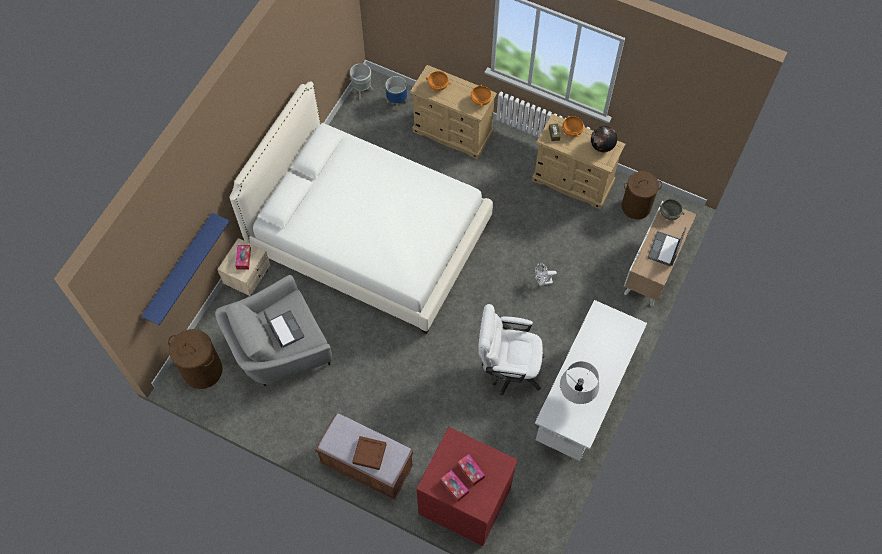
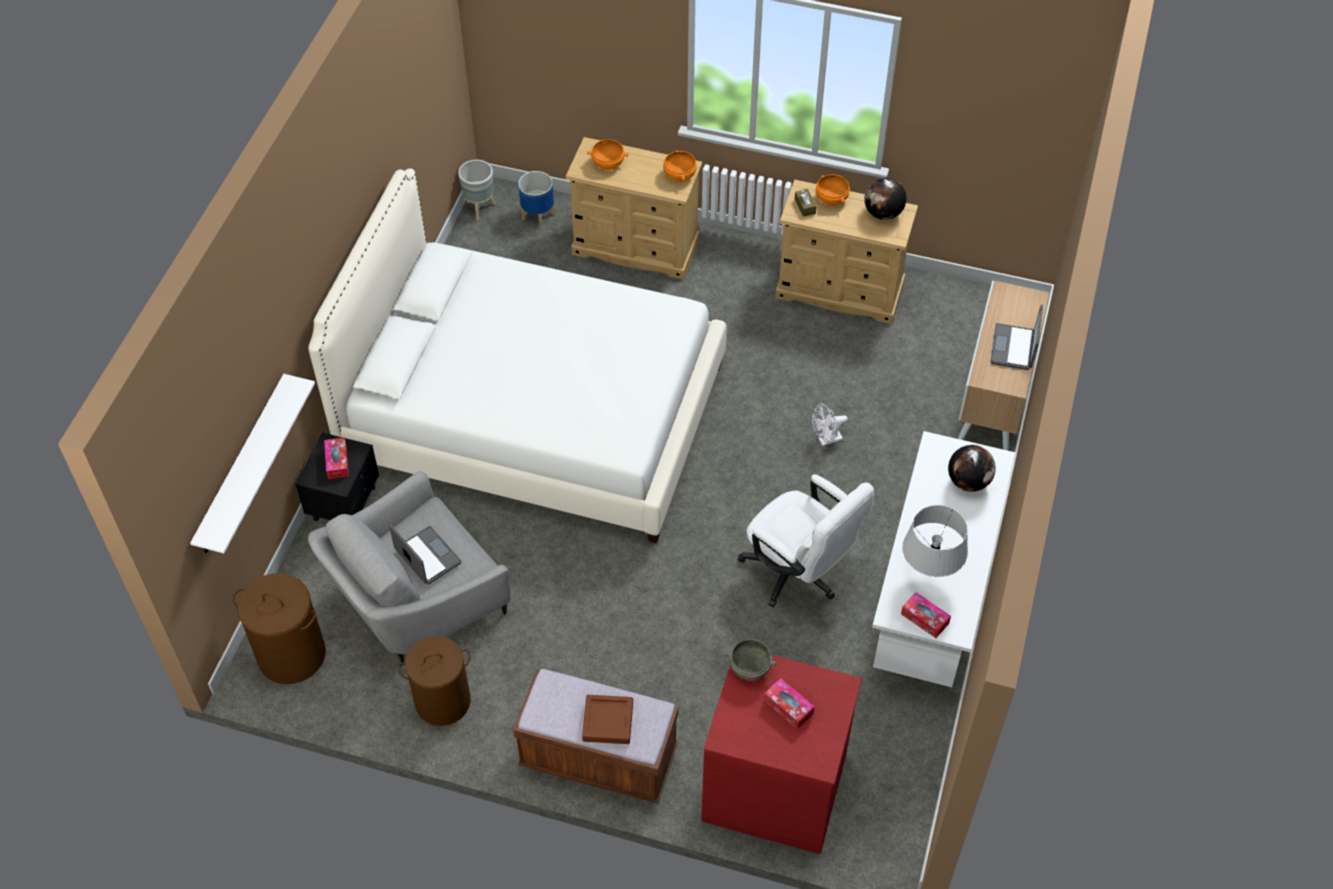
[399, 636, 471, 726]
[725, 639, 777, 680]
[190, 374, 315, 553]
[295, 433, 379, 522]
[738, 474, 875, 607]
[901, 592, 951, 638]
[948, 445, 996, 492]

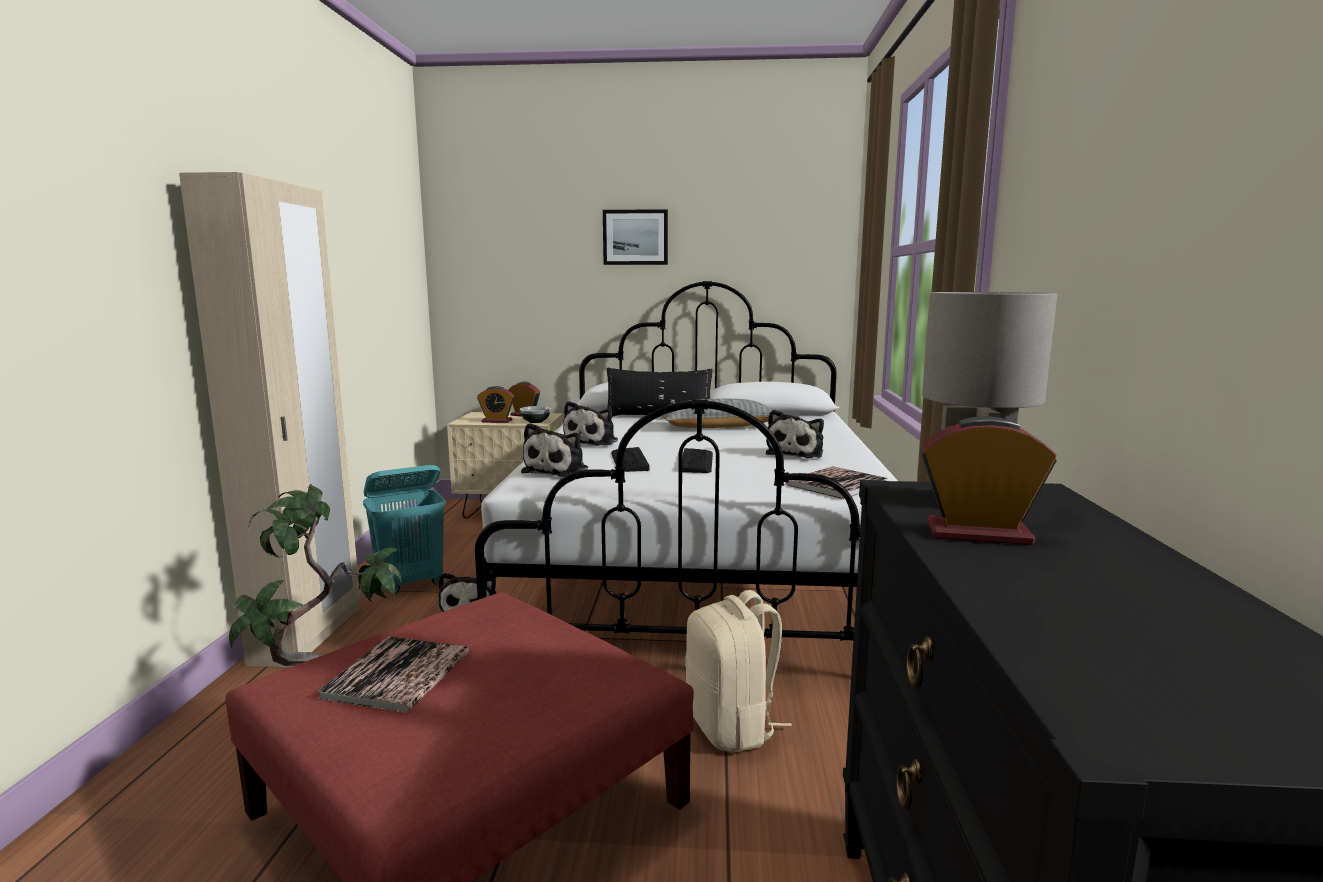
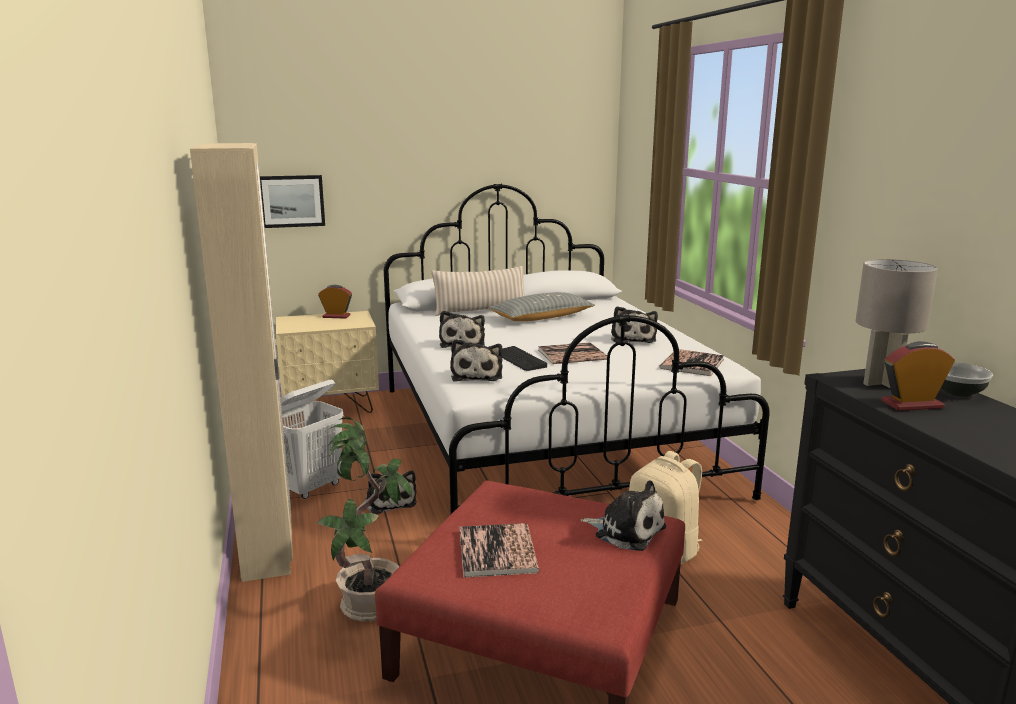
[260, 175, 325, 228]
[431, 266, 524, 316]
[477, 386, 514, 423] (first image)
[941, 362, 993, 397]
[538, 342, 607, 364]
[281, 380, 343, 499]
[581, 481, 666, 551]

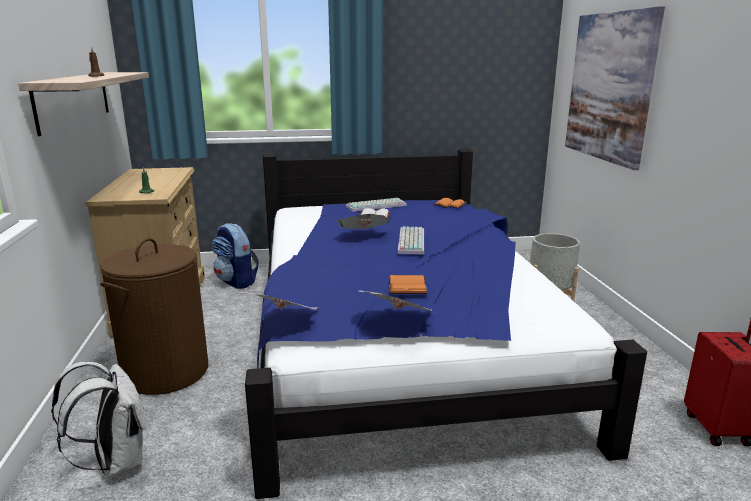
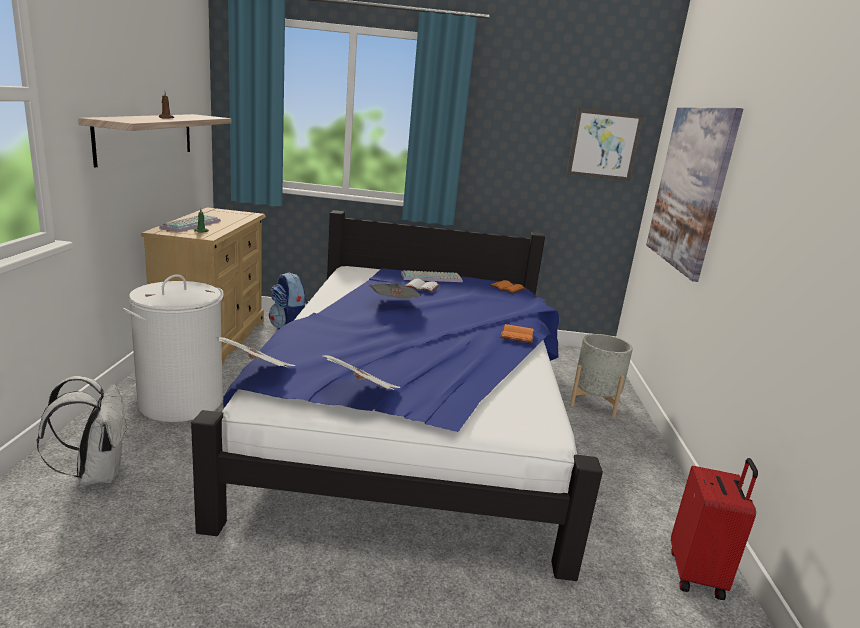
[159, 215, 221, 232]
[123, 274, 224, 422]
[500, 324, 534, 343]
[567, 108, 644, 181]

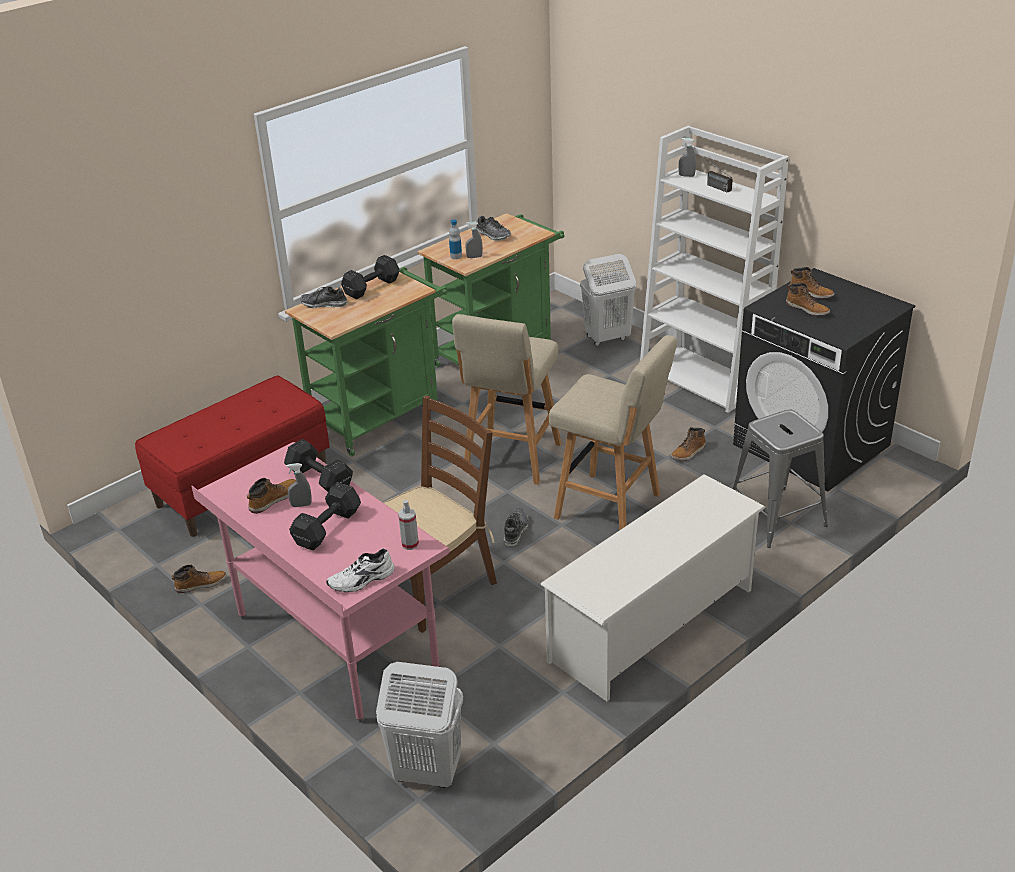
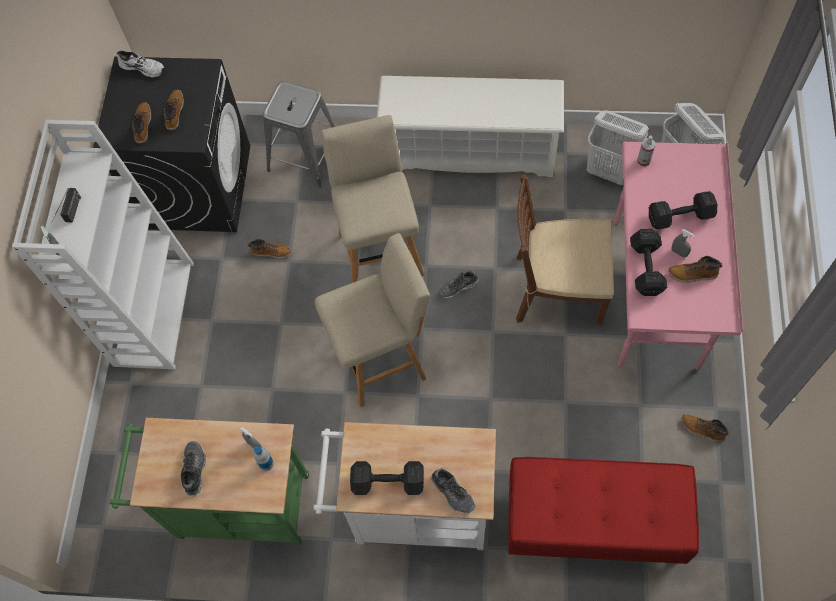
[587, 110, 649, 185]
[313, 422, 496, 551]
[117, 50, 164, 78]

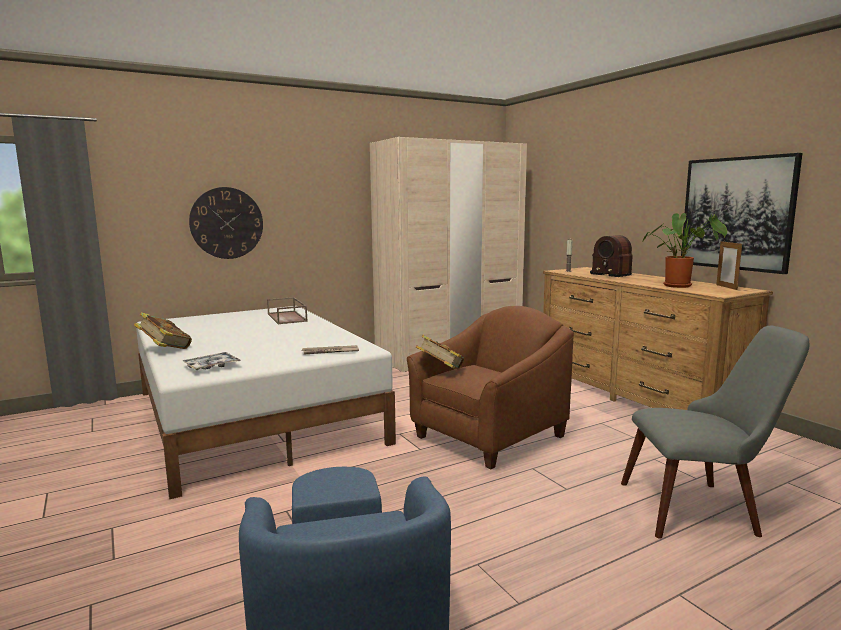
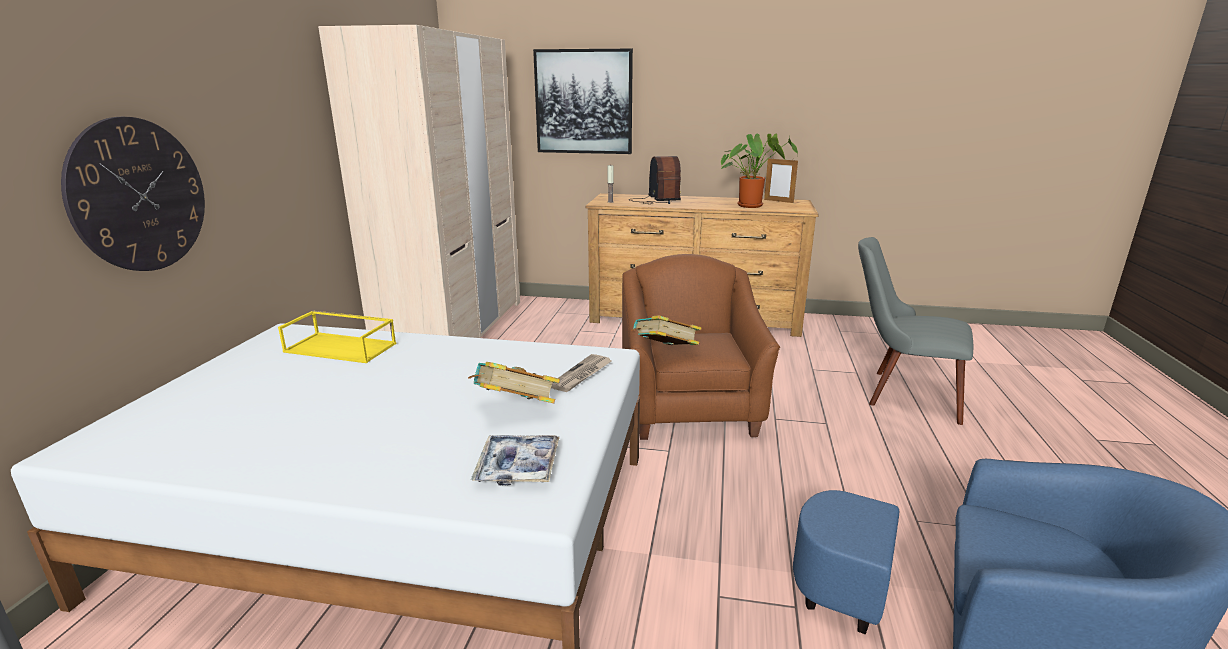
[533, 49, 633, 154]
[630, 156, 681, 204]
[278, 310, 396, 363]
[468, 362, 560, 403]
[858, 237, 973, 425]

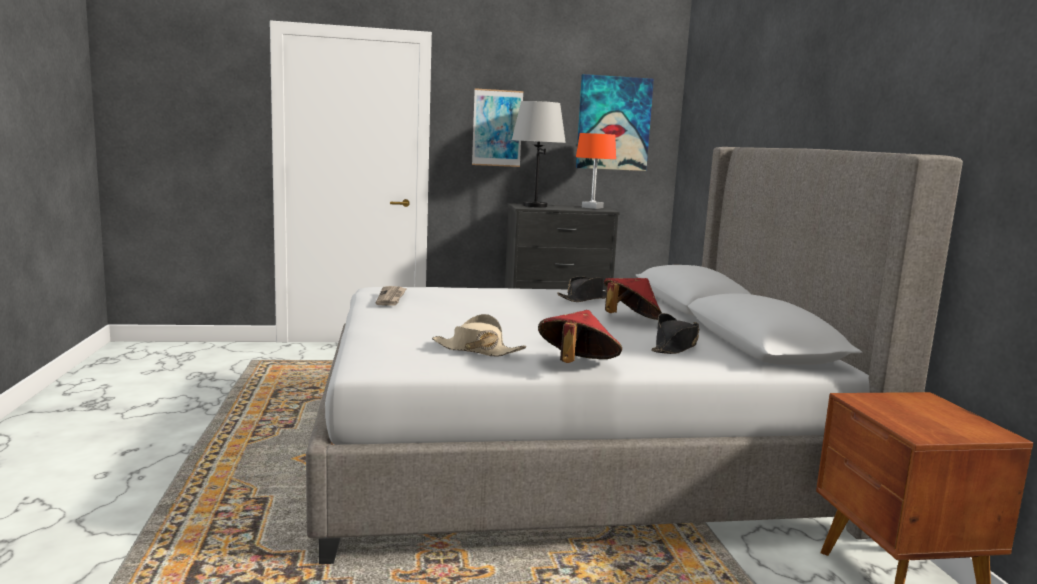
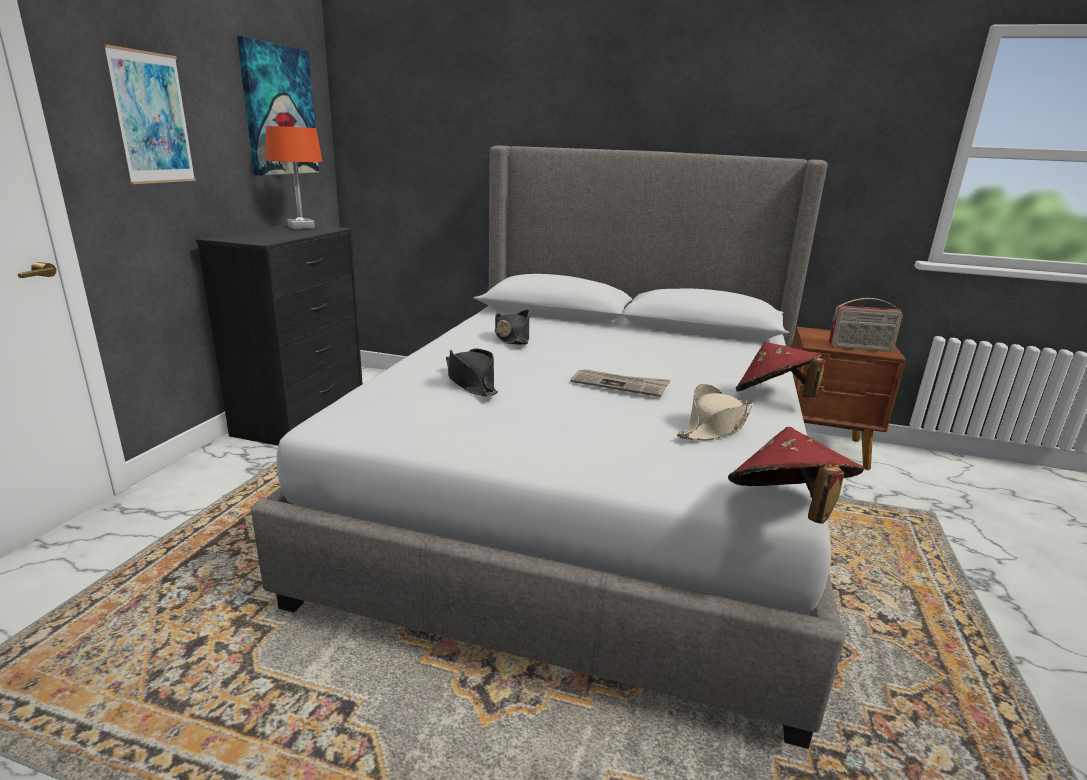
[512, 101, 566, 207] (first image)
[728, 427, 864, 524]
[571, 369, 671, 397]
[446, 349, 498, 396]
[829, 298, 903, 352]

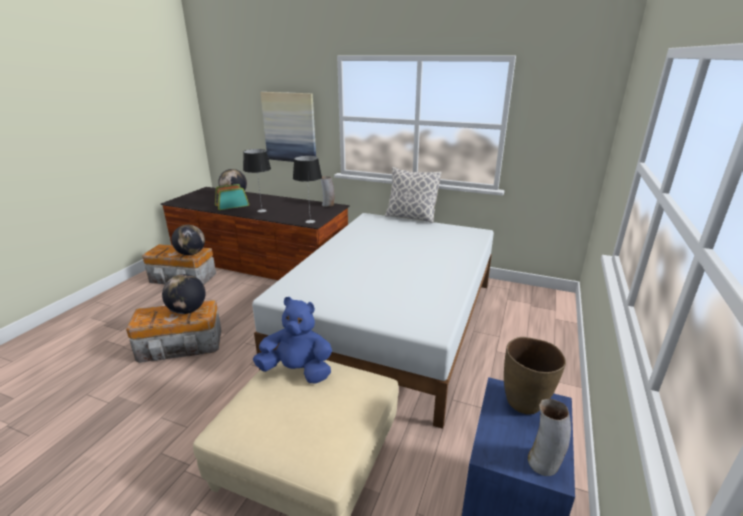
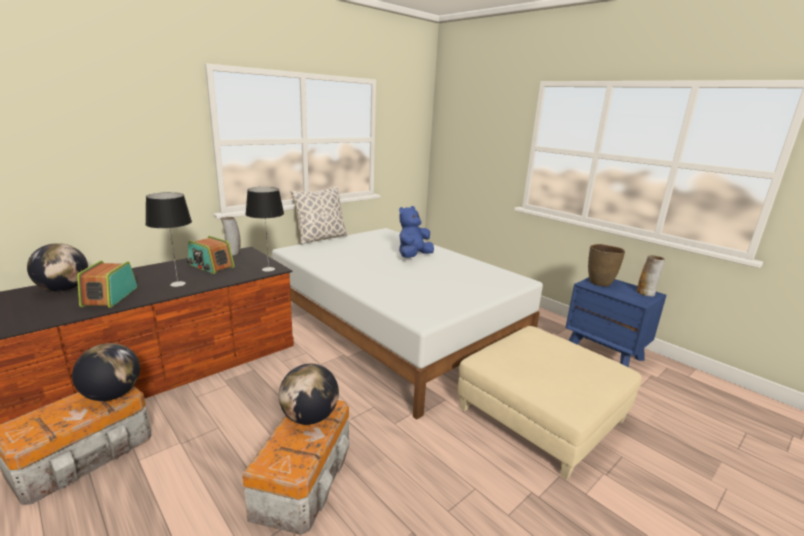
[260, 92, 316, 162] (first image)
[399, 206, 434, 258]
[187, 236, 235, 274]

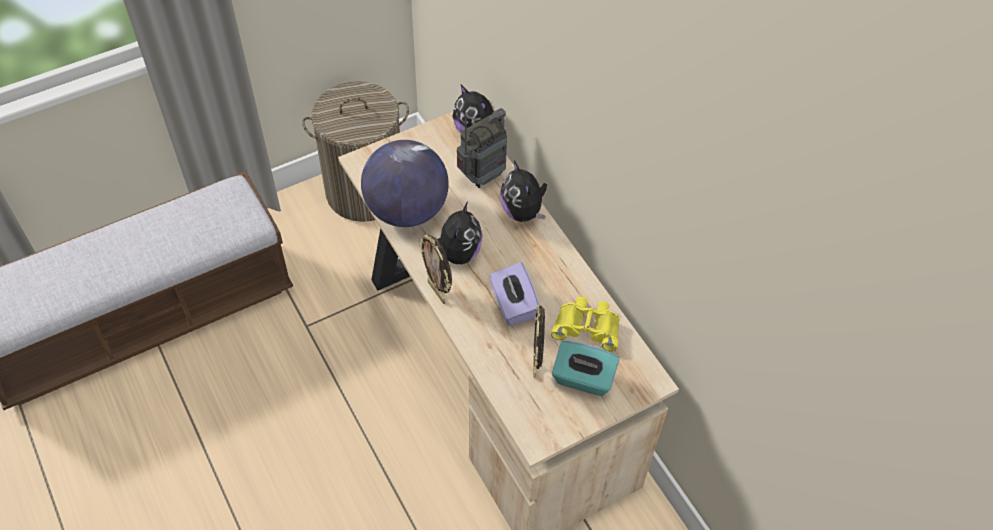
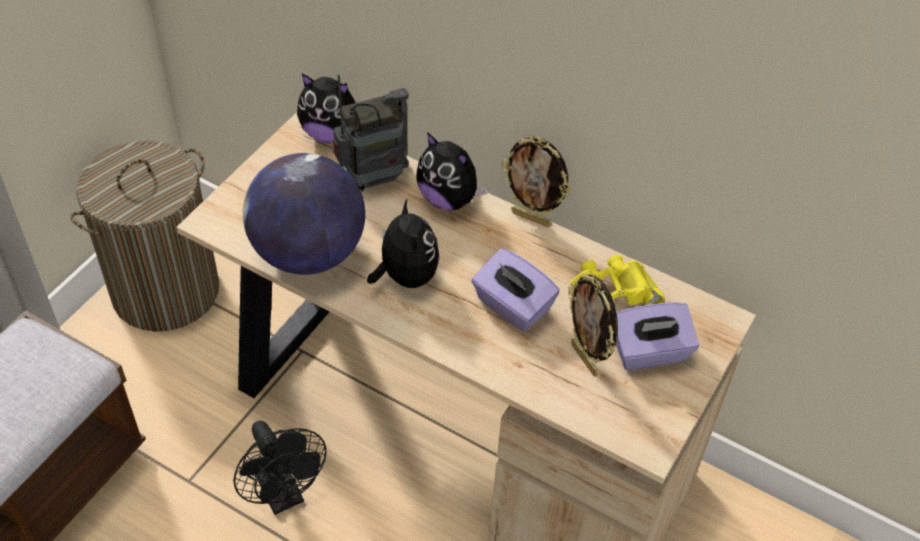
[333, 75, 409, 191]
[501, 136, 571, 227]
[616, 302, 699, 370]
[233, 421, 326, 515]

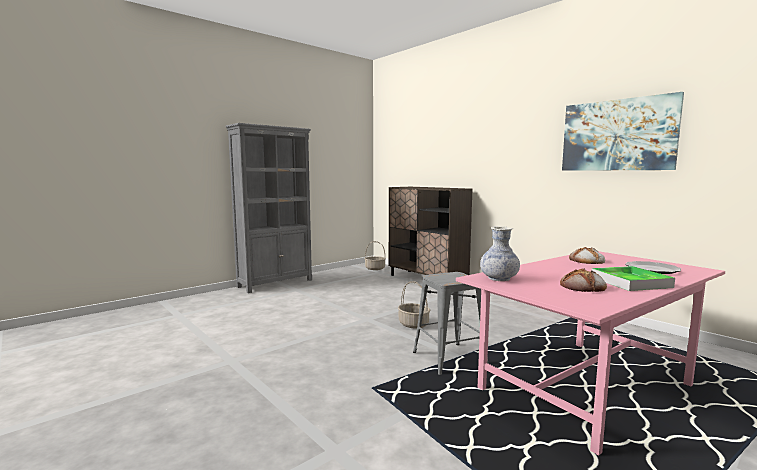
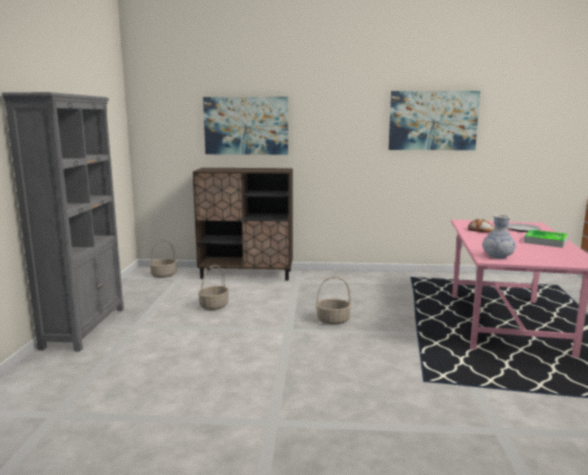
[560, 268, 607, 292] (first image)
[413, 272, 488, 375] (first image)
[203, 97, 288, 155]
[198, 265, 229, 310]

